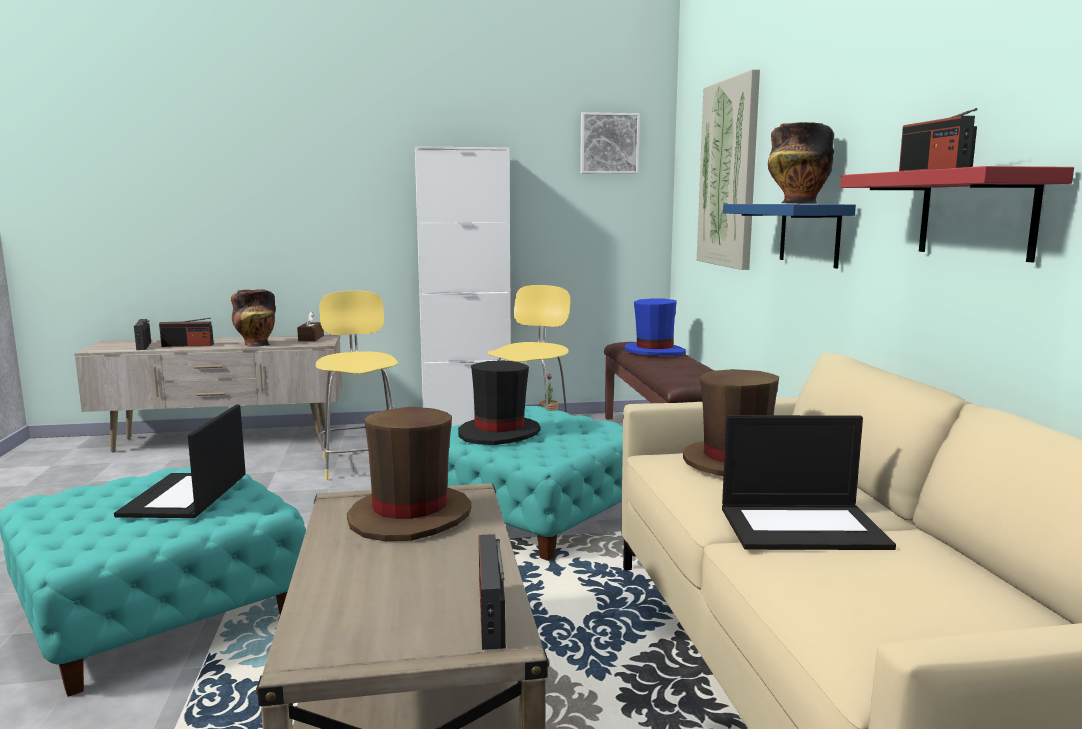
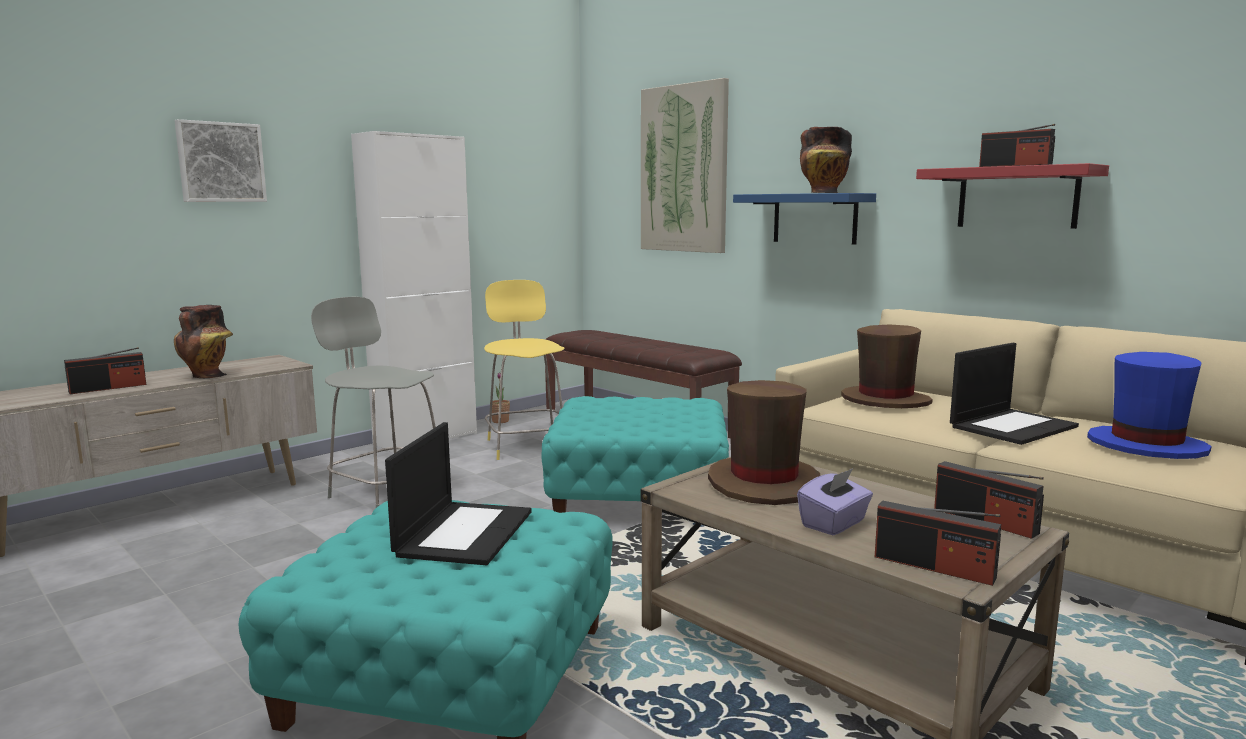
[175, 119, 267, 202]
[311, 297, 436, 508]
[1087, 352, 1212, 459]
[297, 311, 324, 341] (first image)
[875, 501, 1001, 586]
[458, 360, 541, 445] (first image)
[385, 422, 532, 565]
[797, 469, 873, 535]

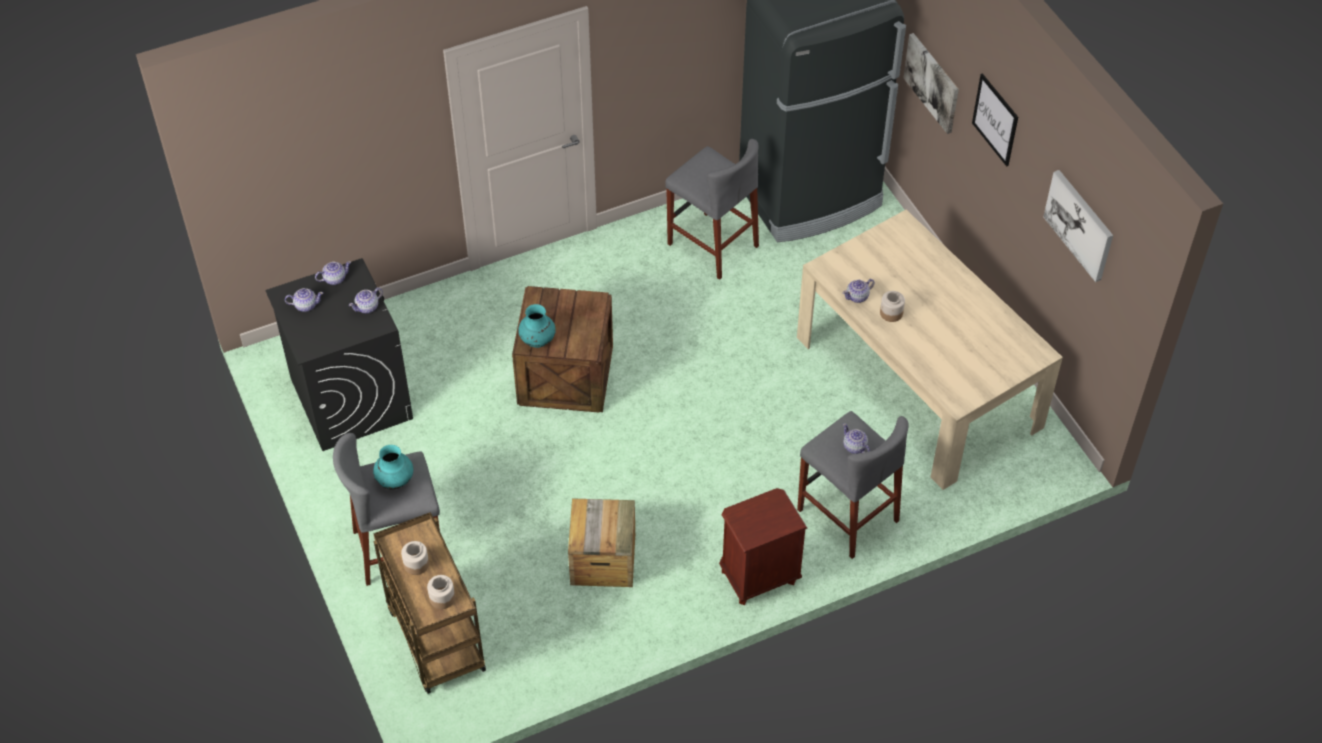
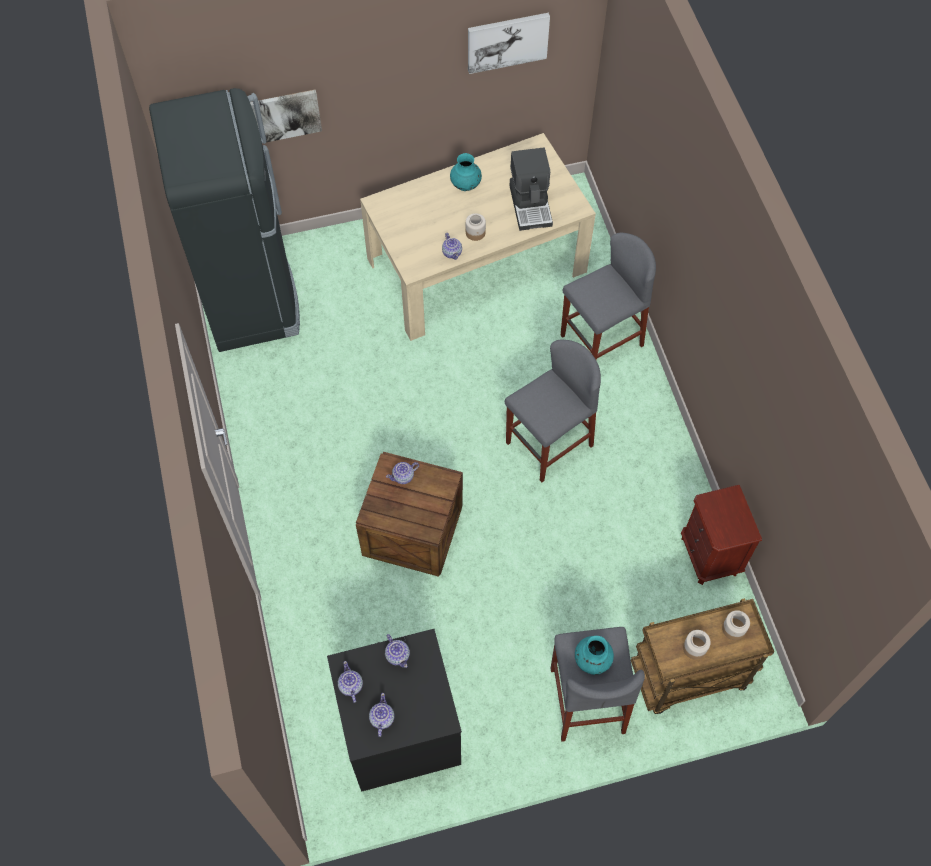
[972, 73, 1018, 167] (first image)
[505, 340, 601, 482]
[450, 153, 482, 191]
[386, 462, 419, 484]
[681, 485, 762, 585]
[568, 498, 635, 587] (first image)
[510, 148, 553, 231]

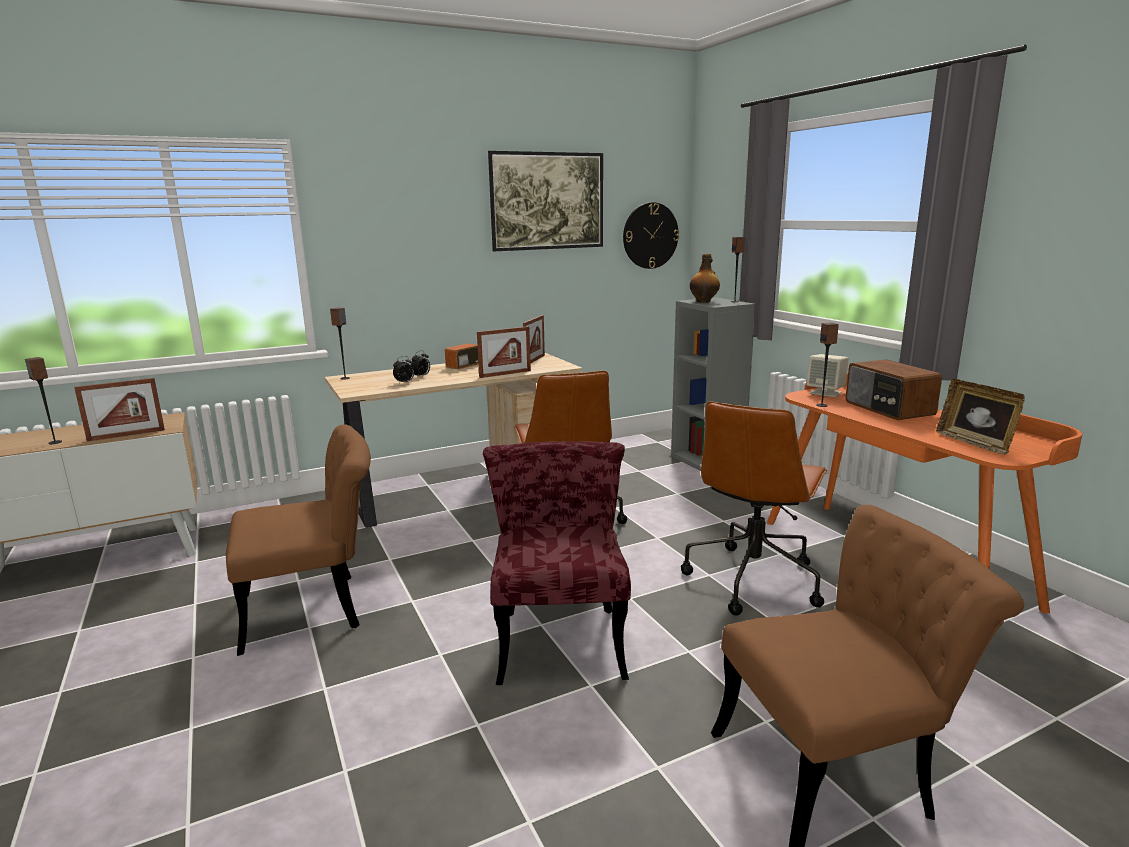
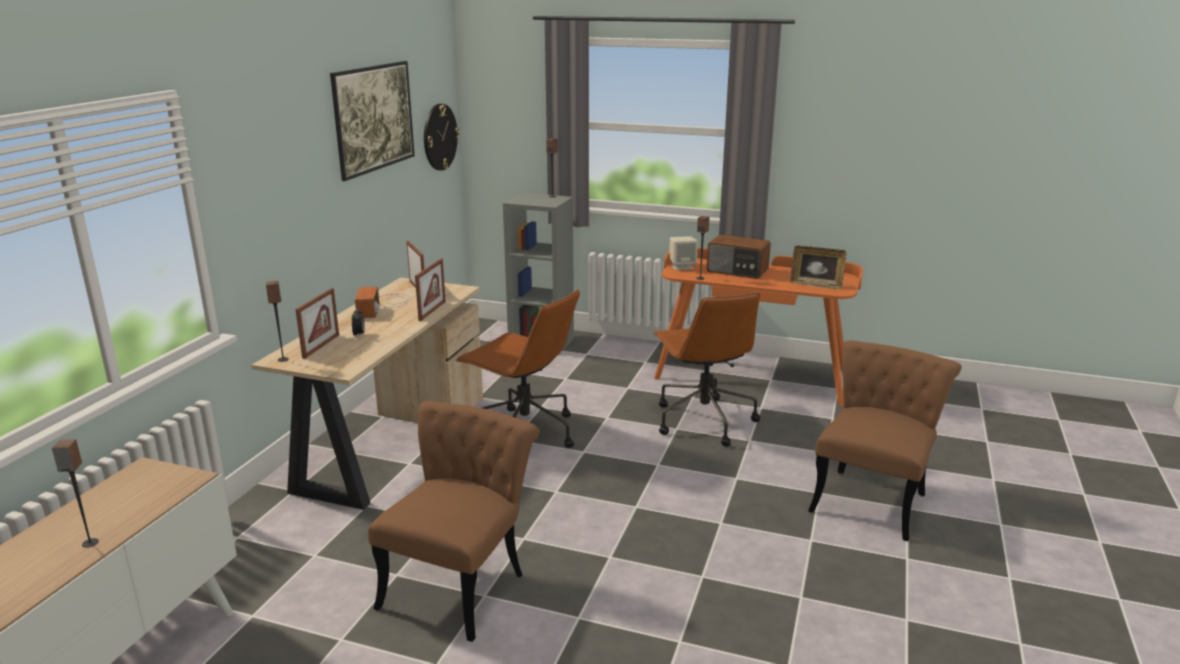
[690, 254, 720, 303] (first image)
[393, 356, 414, 384] (first image)
[296, 288, 339, 359]
[483, 441, 631, 685] (first image)

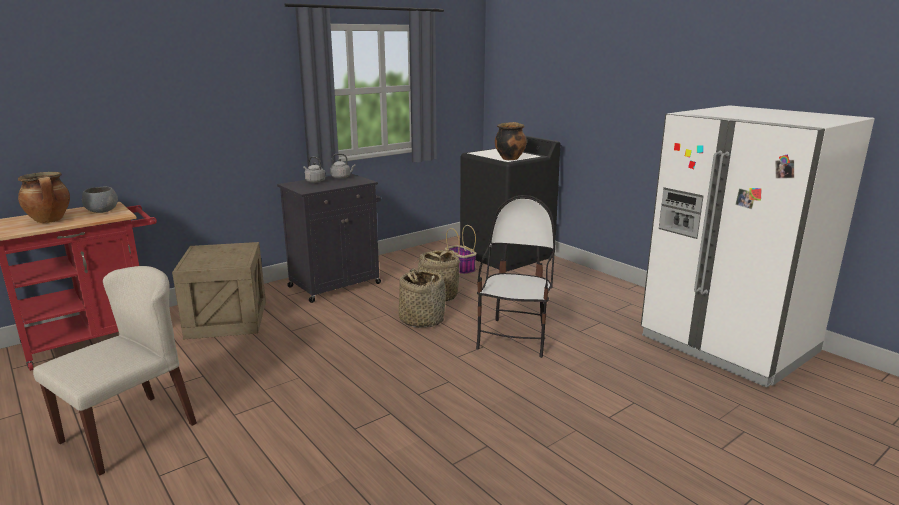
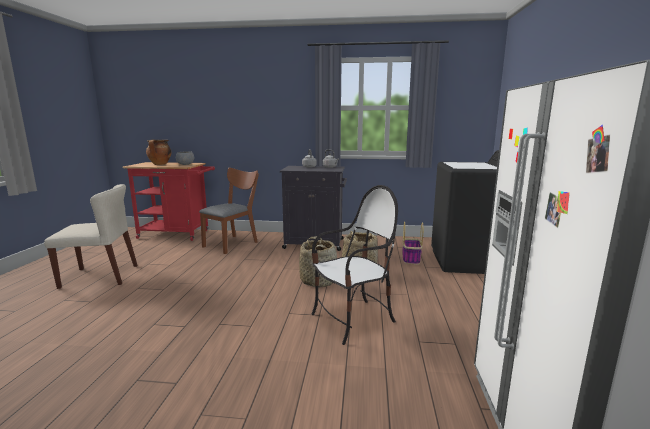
[495, 122, 527, 160] (first image)
[199, 168, 259, 254]

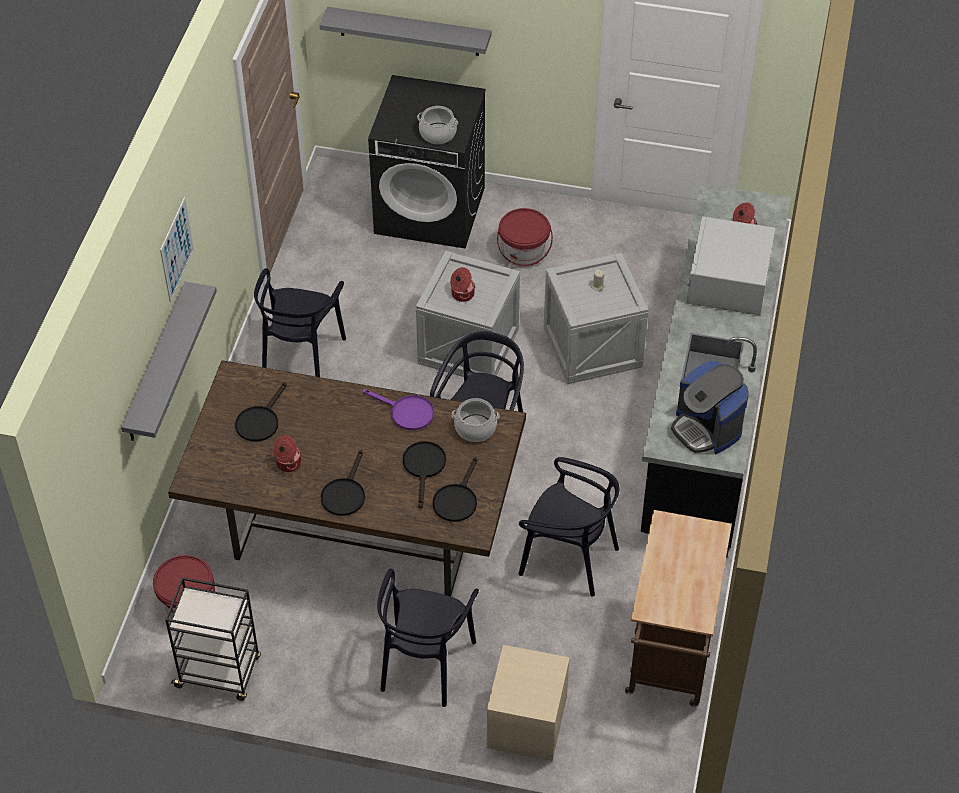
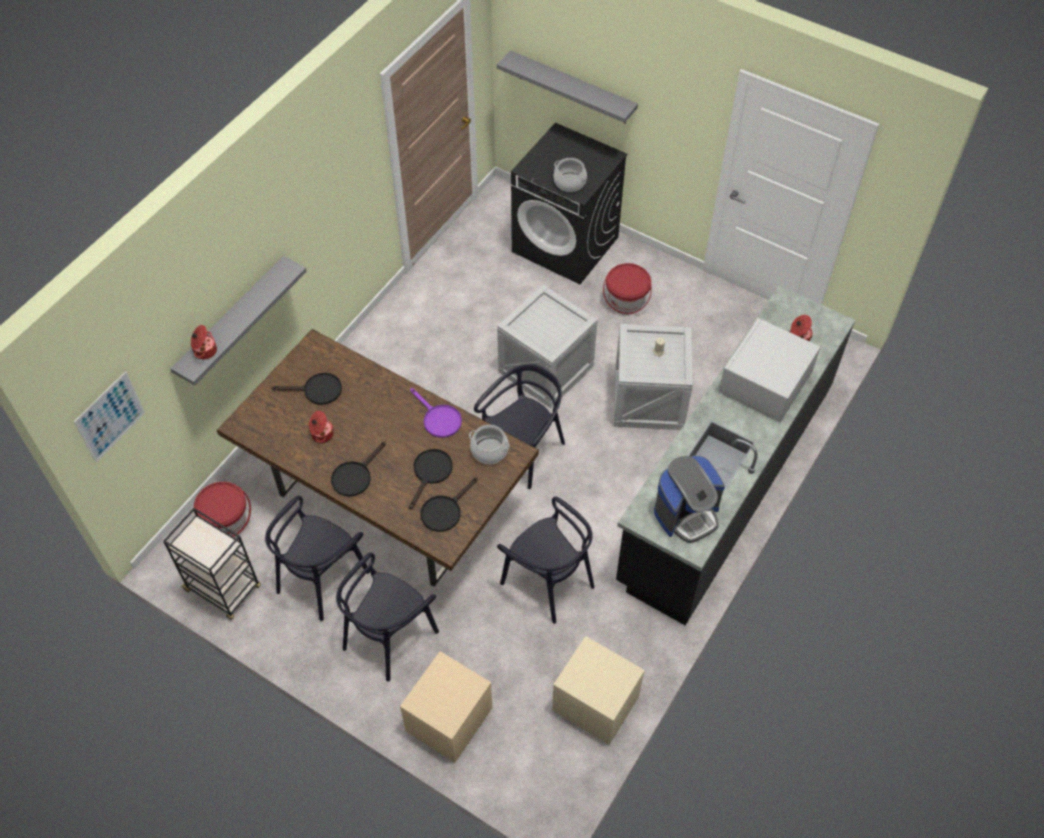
[74, 371, 145, 462]
[191, 325, 217, 359]
[265, 496, 370, 621]
[654, 456, 725, 543]
[272, 373, 342, 405]
[552, 636, 645, 745]

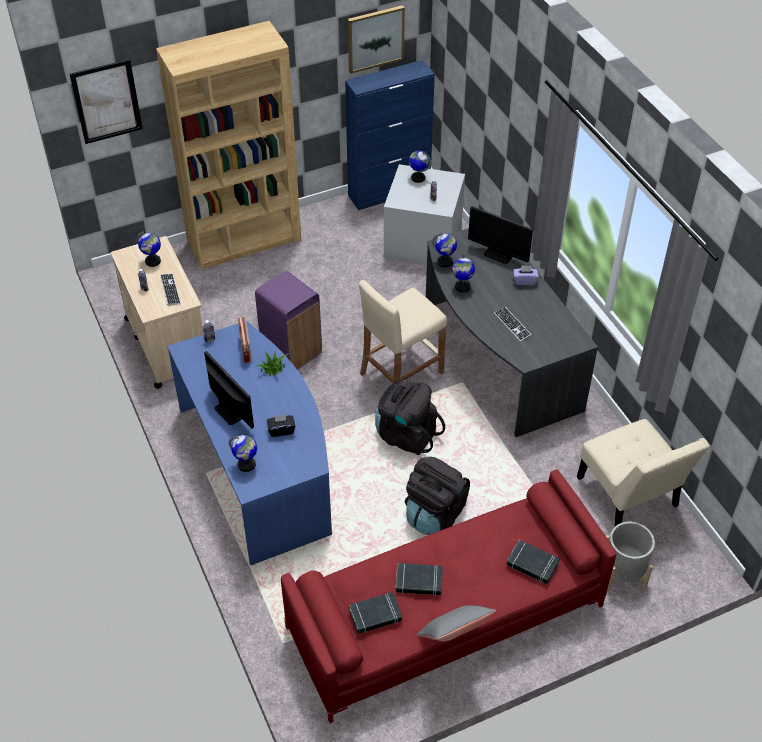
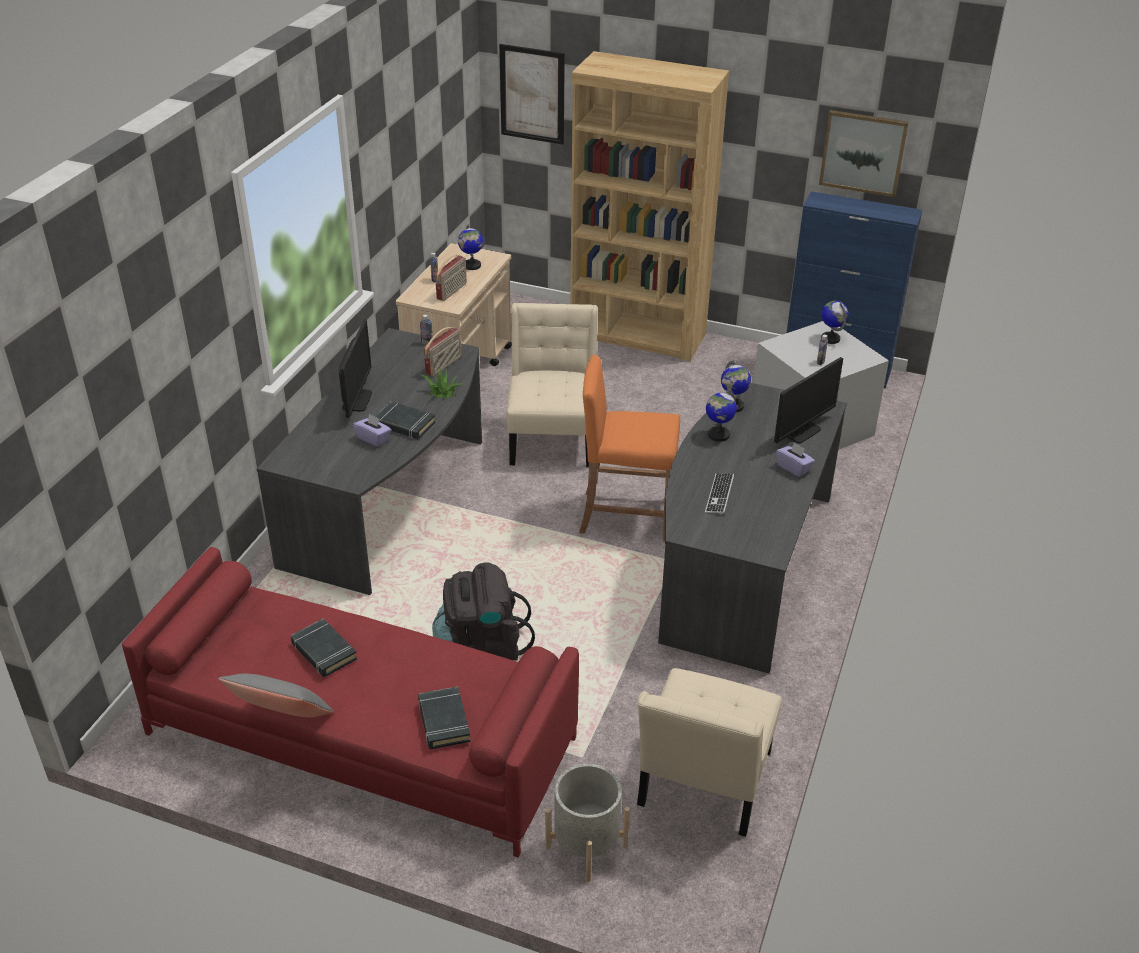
[774, 357, 843, 443]
[507, 303, 598, 467]
[435, 255, 467, 301]
[579, 355, 680, 542]
[257, 328, 482, 595]
[375, 381, 445, 455] (first image)
[353, 414, 392, 447]
[229, 435, 257, 472] (first image)
[374, 401, 435, 440]

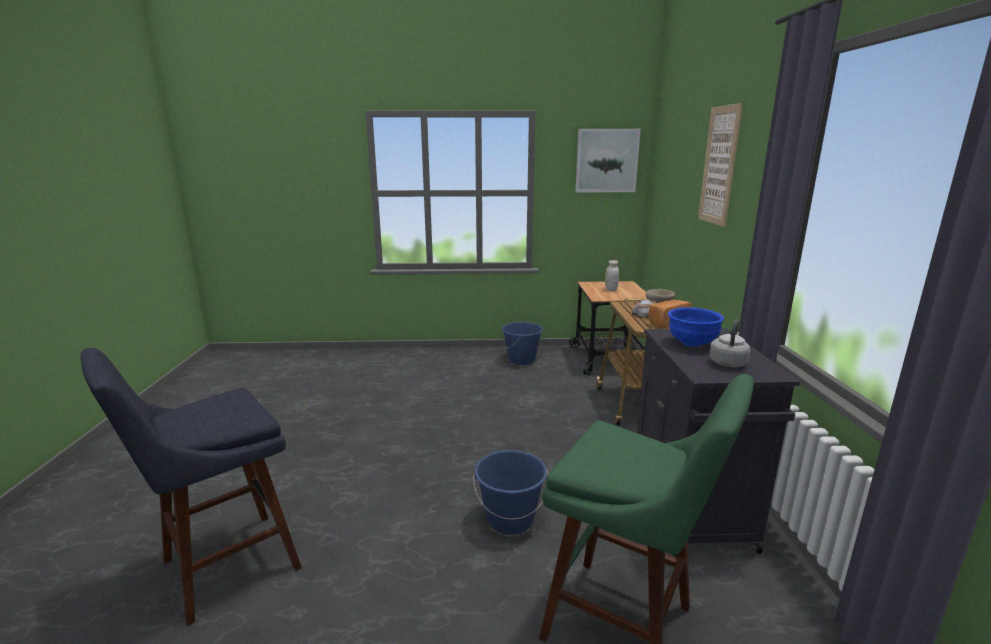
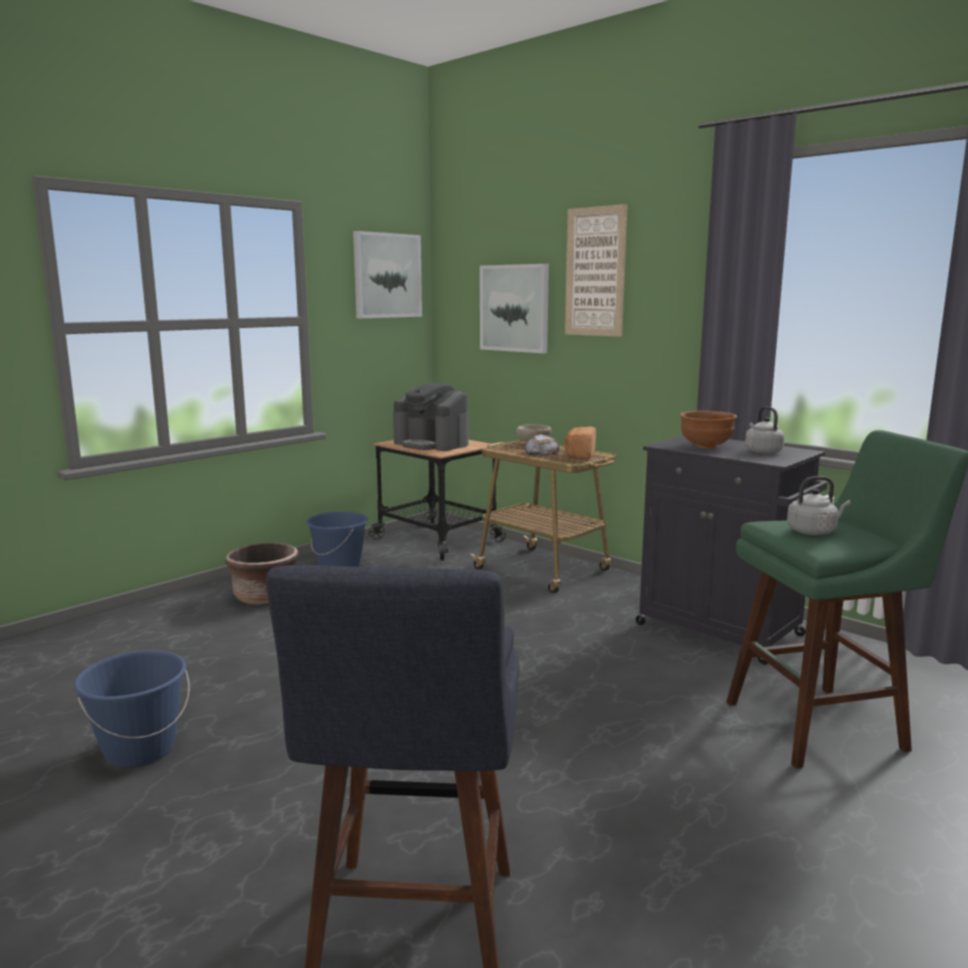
[393, 383, 468, 451]
[680, 411, 737, 449]
[74, 650, 190, 768]
[480, 264, 549, 353]
[787, 476, 851, 535]
[225, 543, 299, 605]

